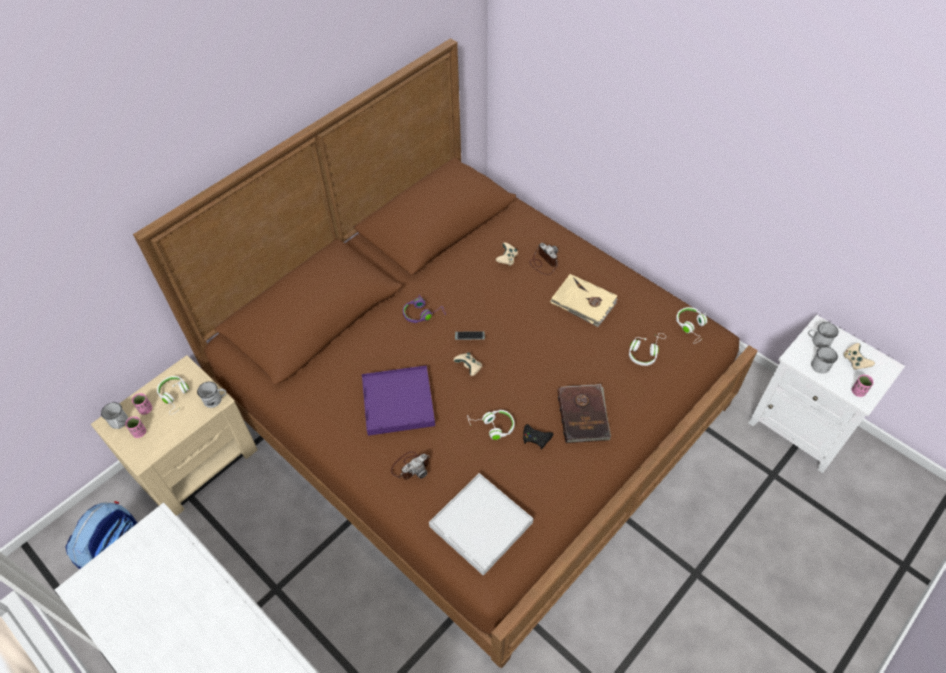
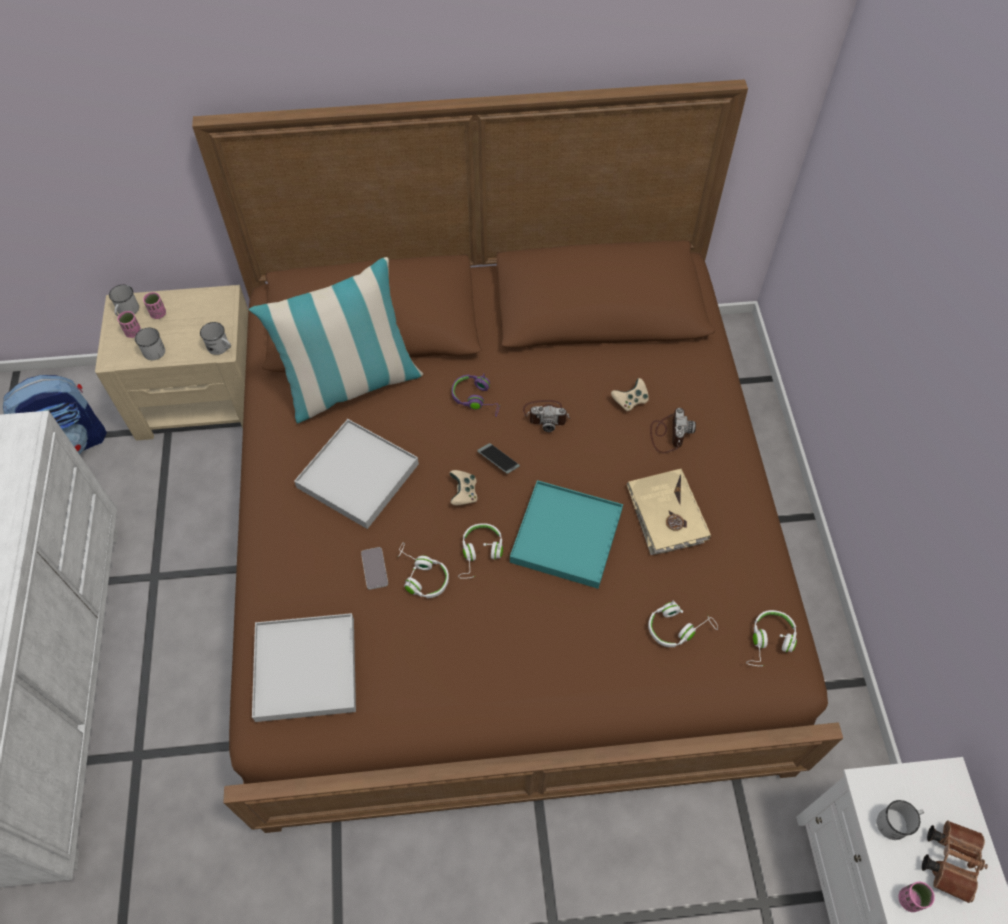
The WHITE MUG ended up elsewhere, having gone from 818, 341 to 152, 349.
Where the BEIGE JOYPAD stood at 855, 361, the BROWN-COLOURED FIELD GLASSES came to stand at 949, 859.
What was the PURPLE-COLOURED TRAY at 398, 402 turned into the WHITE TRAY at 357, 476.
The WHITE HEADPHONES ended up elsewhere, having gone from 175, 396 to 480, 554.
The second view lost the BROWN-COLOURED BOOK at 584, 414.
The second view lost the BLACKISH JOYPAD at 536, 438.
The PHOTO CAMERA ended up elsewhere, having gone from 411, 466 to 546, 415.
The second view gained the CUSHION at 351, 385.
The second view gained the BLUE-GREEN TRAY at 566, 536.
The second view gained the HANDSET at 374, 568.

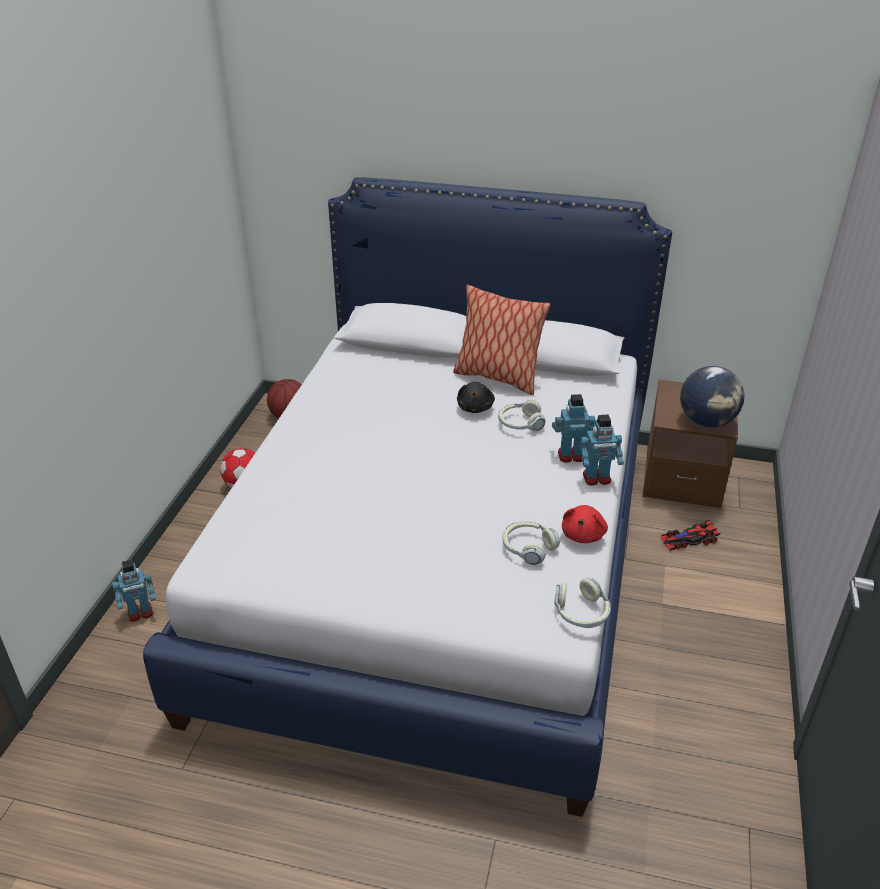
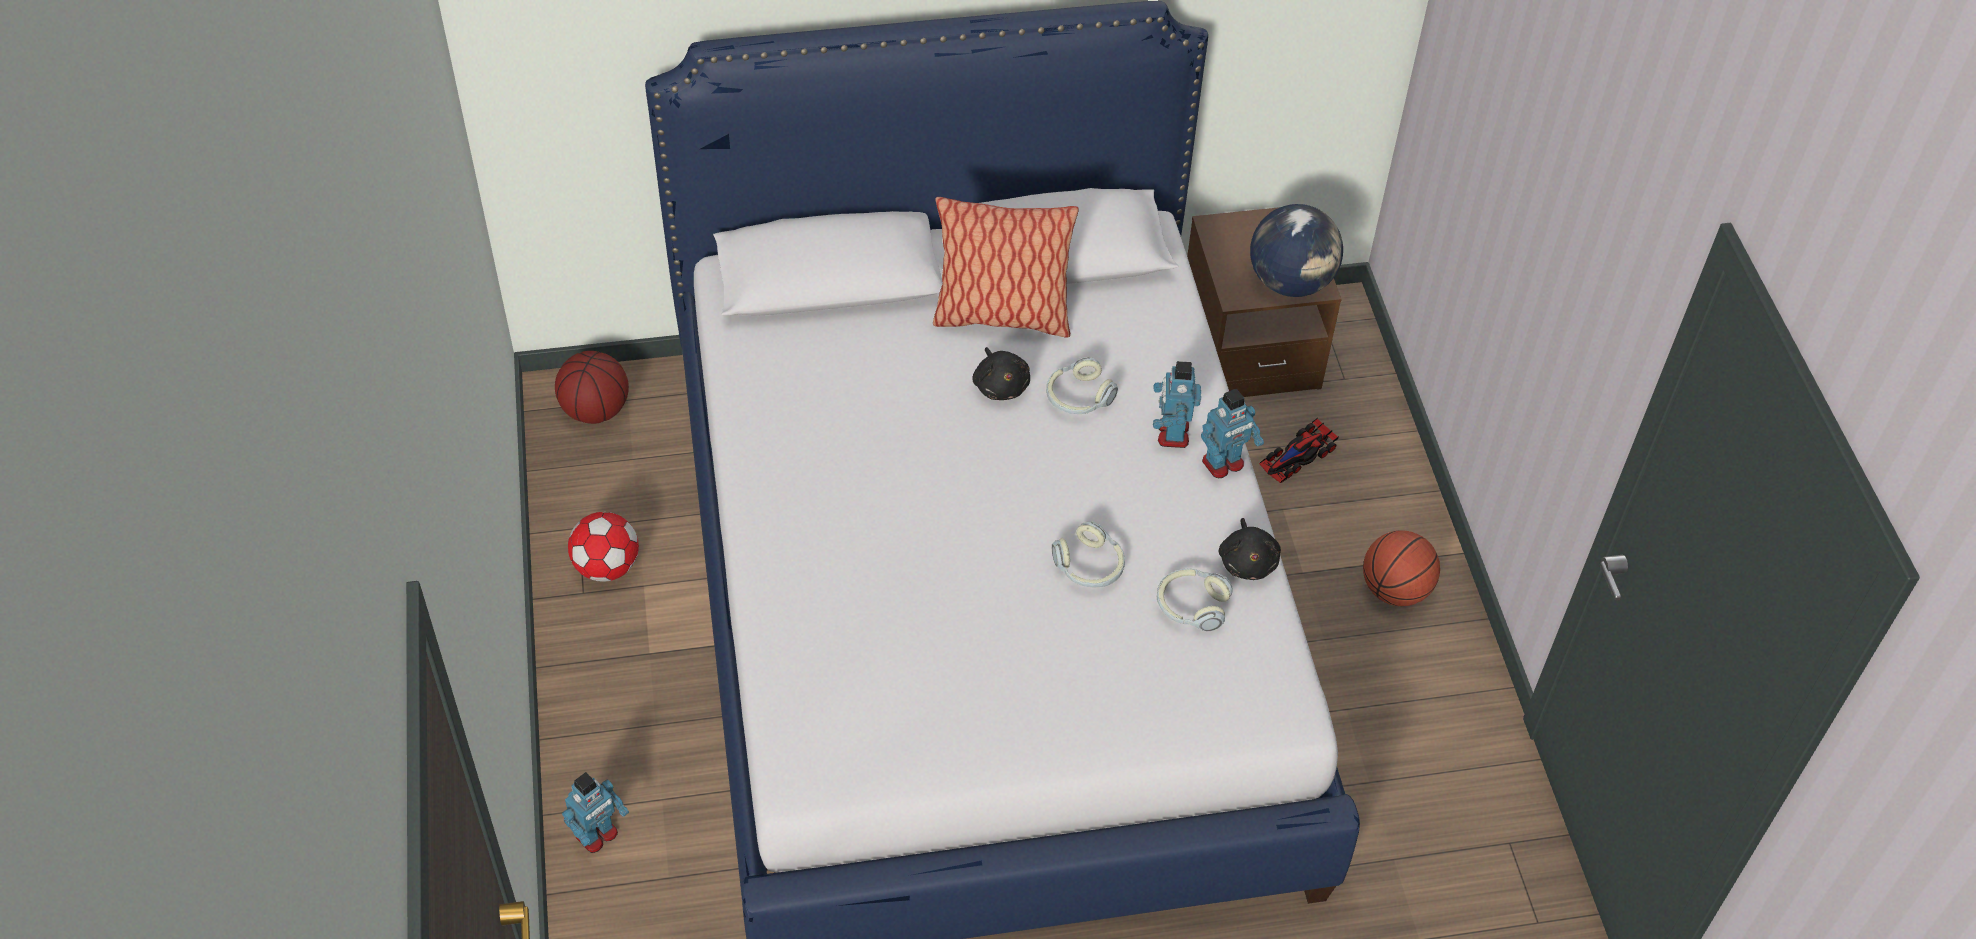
The ROBOT FIGURE at 570, 455 ended up facing another way, 60 degrees counterclockwise from before.
What was the RED-COLOURED CUDDLY TOY at 583, 534 turned into the BLACKISH CUDDLY TOY at 1248, 561.
The HEADPHONES ended up elsewhere, having gone from 581, 613 to 1089, 566.
The second view gained the BALL FOR BASKETBALL at 1394, 590.

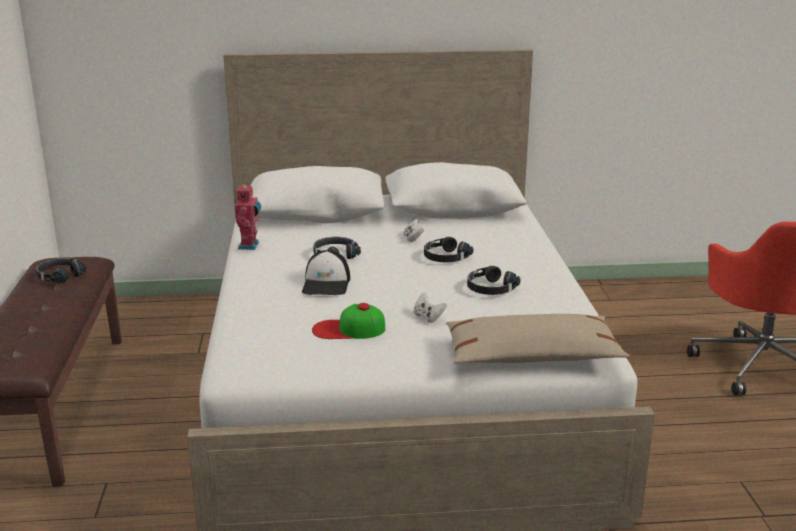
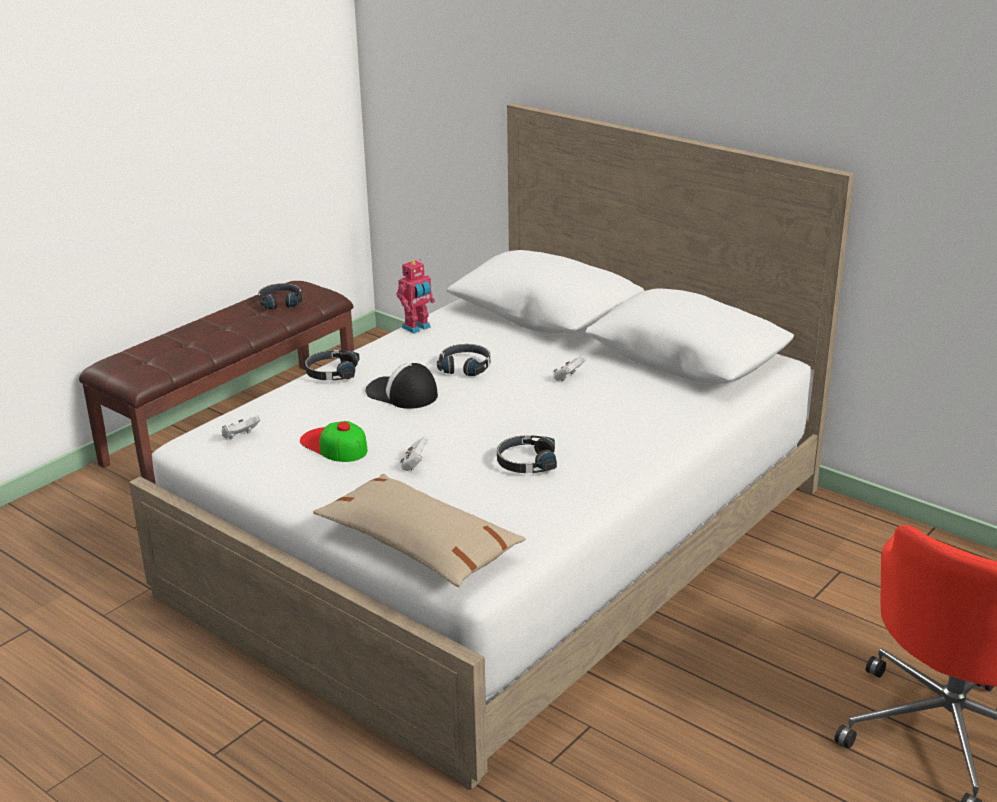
The BLACKISH HEADPHONES ended up elsewhere, having gone from 445, 257 to 332, 373.
The BASEBALL CAP at 327, 284 ended up facing another way, 75 degrees clockwise from before.
The second view gained the WHITE JOYPAD at 240, 436.

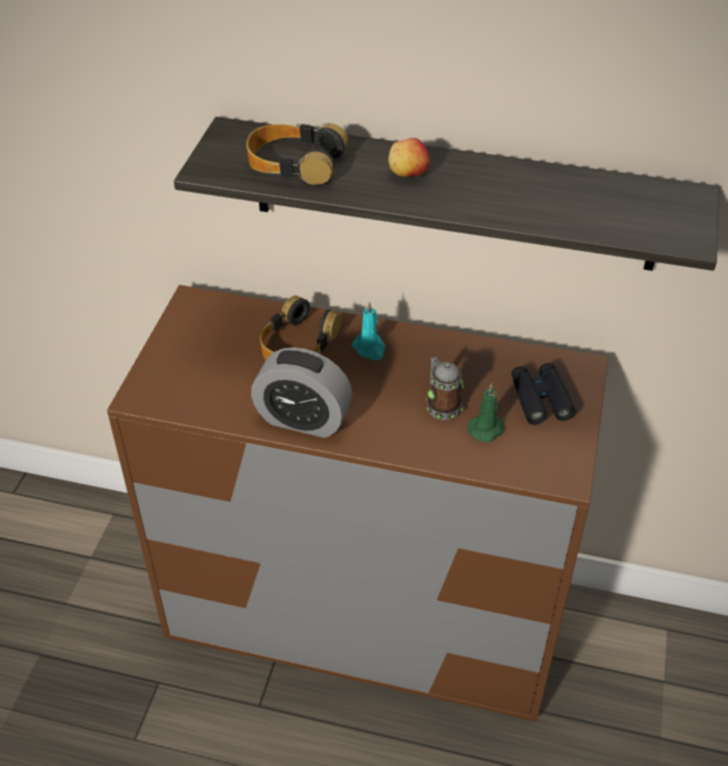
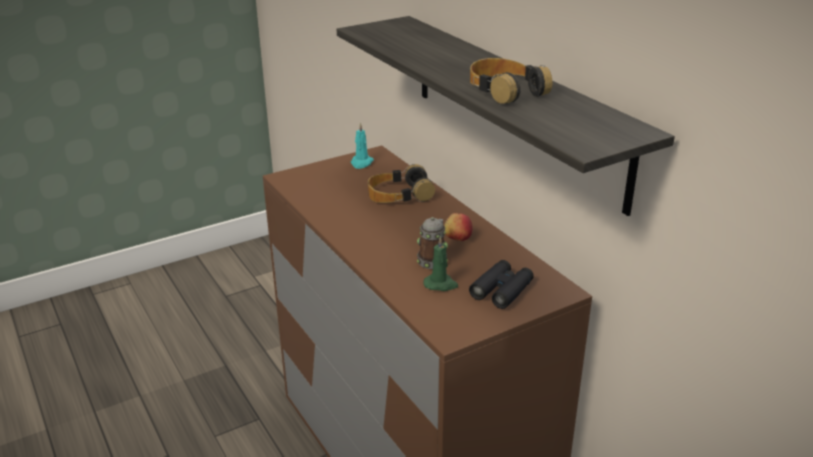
The HEADPHONES ended up elsewhere, having gone from 295, 163 to 505, 90.
The APPLE FRUIT ended up elsewhere, having gone from 408, 173 to 457, 238.
The BLUE-GREEN WAX LIGHT ended up elsewhere, having gone from 370, 348 to 361, 163.
The second view lost the TABLE CLOCK at 303, 419.

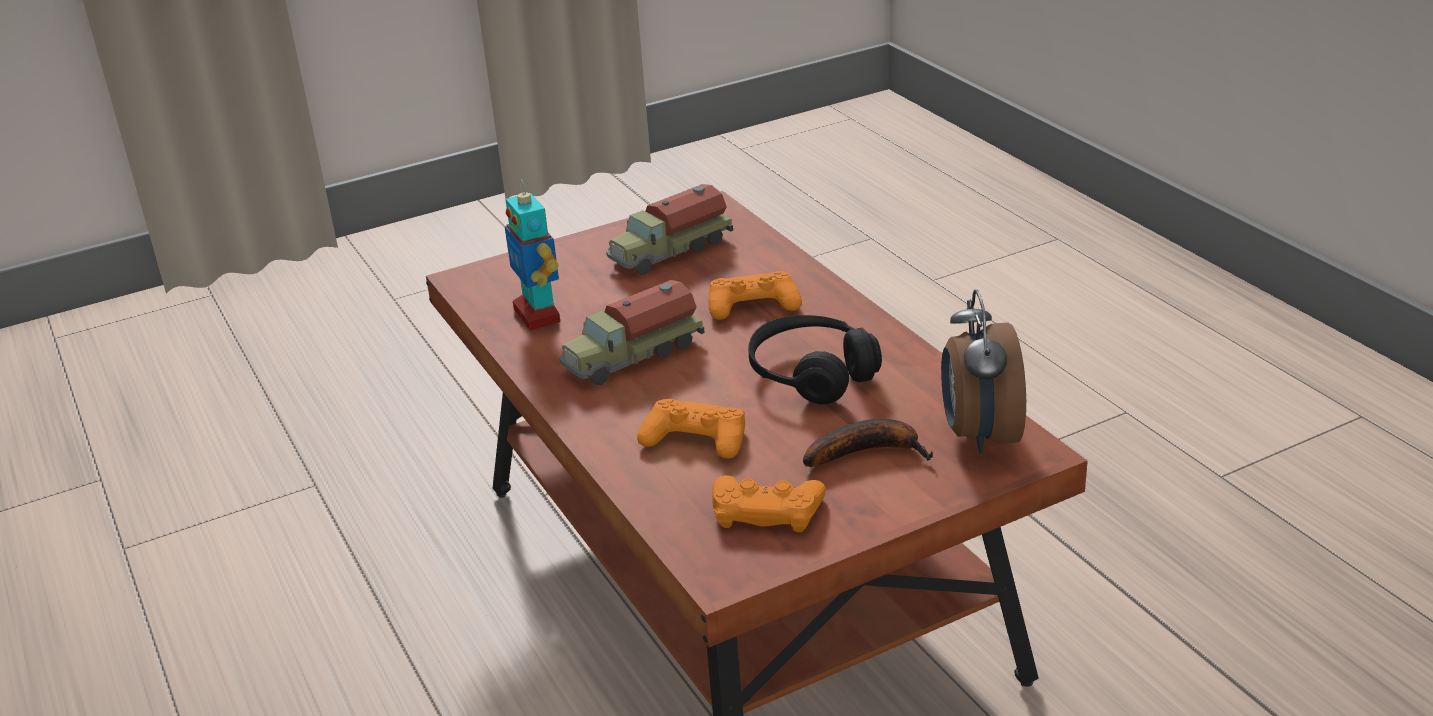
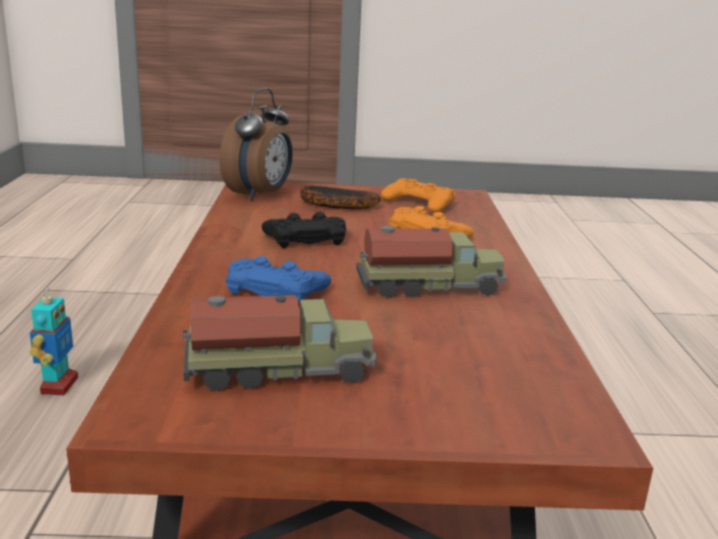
The ROBOT FIGURE ended up elsewhere, having gone from 538, 315 to 58, 385.
What was the ORANGE-COLOURED JOYPAD at 753, 304 turned into the BLUE JOYPAD at 276, 289.
Where the BLACKISH HEADPHONES stood at 812, 375, the BLACKISH JOYPAD came to stand at 306, 238.

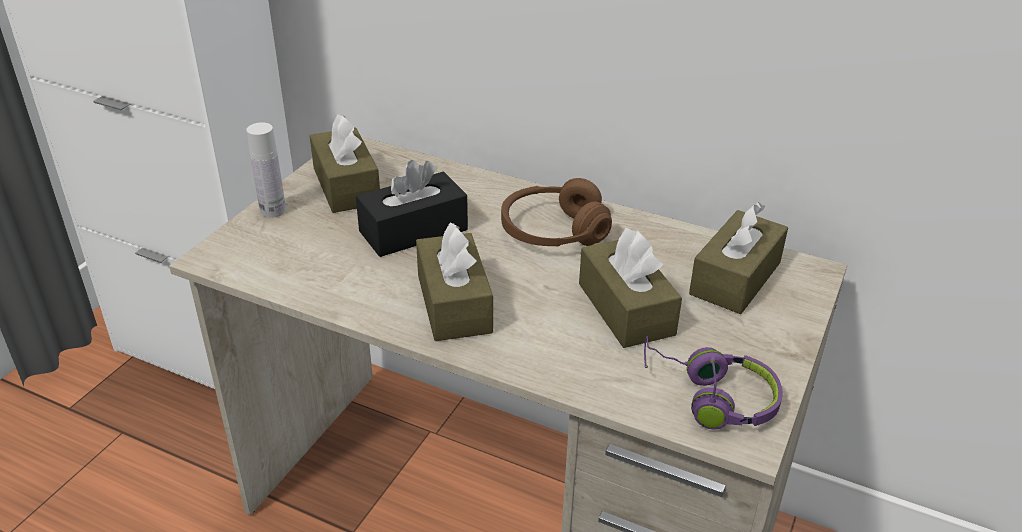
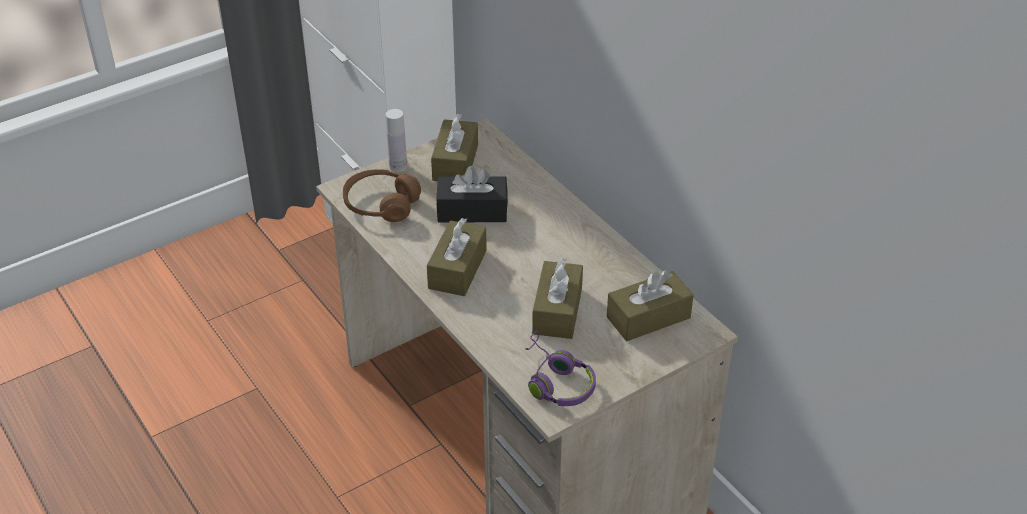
The BROWN-COLOURED HEADPHONES ended up elsewhere, having gone from 553, 232 to 381, 205.

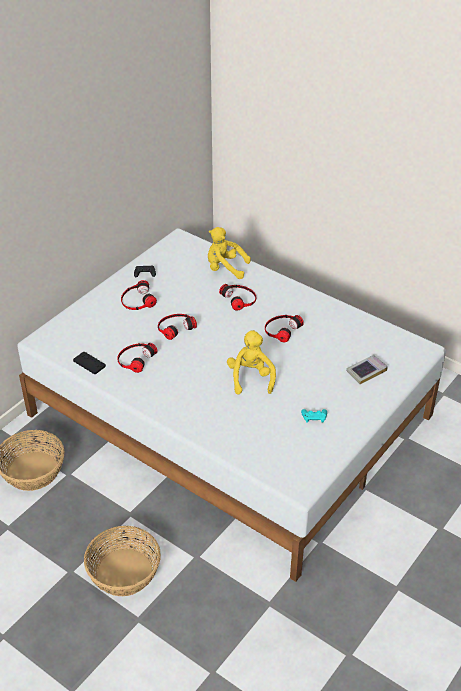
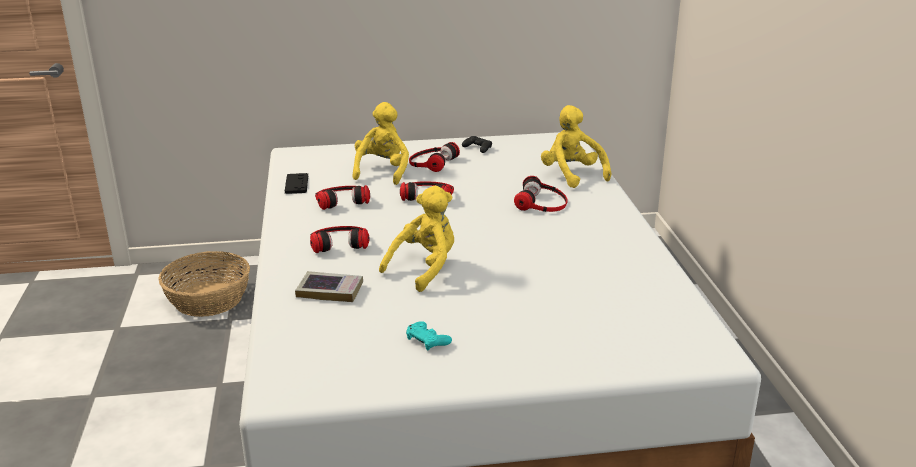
The HEADPHONES ended up elsewhere, having gone from 281, 329 to 339, 242.
The BOOK ended up elsewhere, having gone from 366, 371 to 330, 291.
The second view lost the HOUSEHOLD BASKET at 124, 572.
The second view gained the YELLOW-COLOURED CUDDLY TOY at 382, 171.

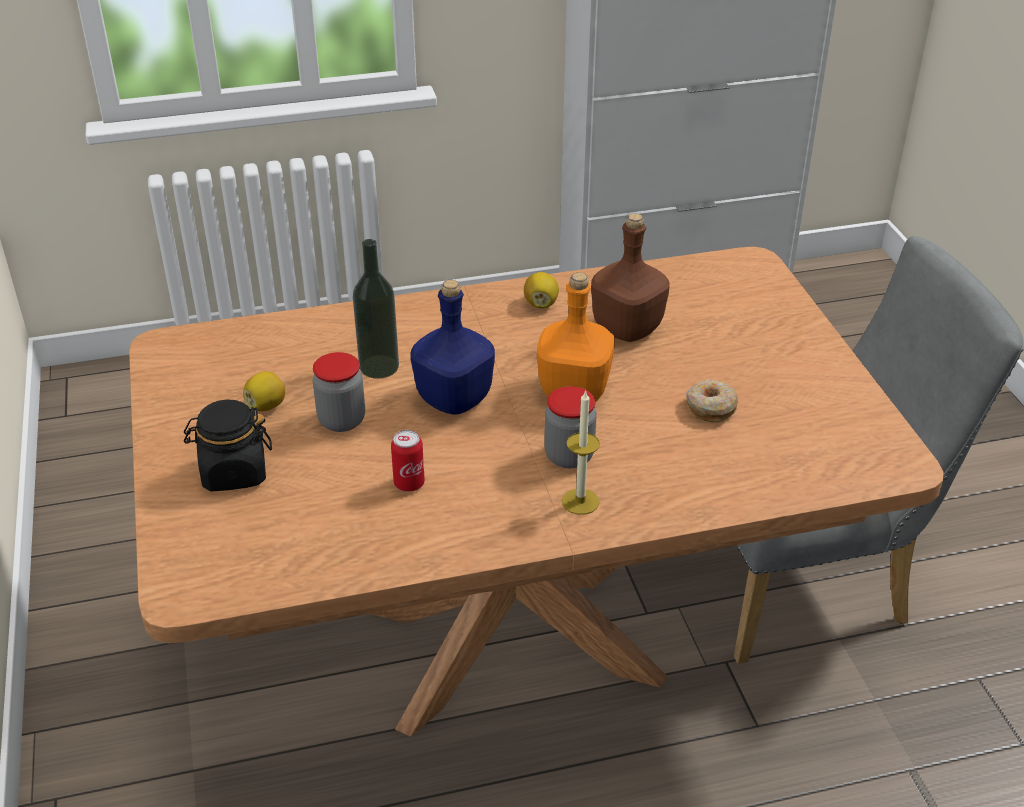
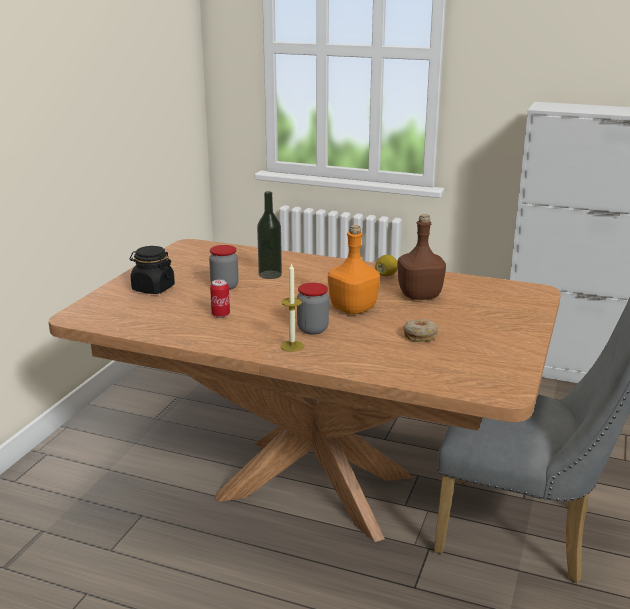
The second view lost the BLUE BOTTLE at 453, 400.
The second view lost the CITRUS FRUIT at 266, 405.

